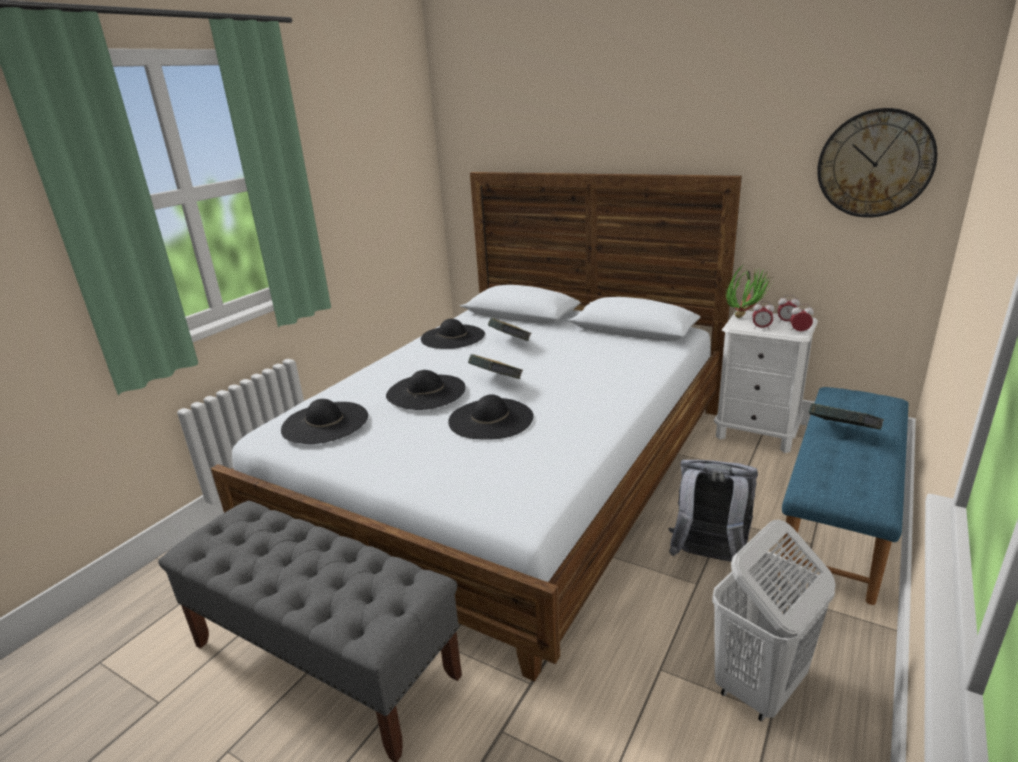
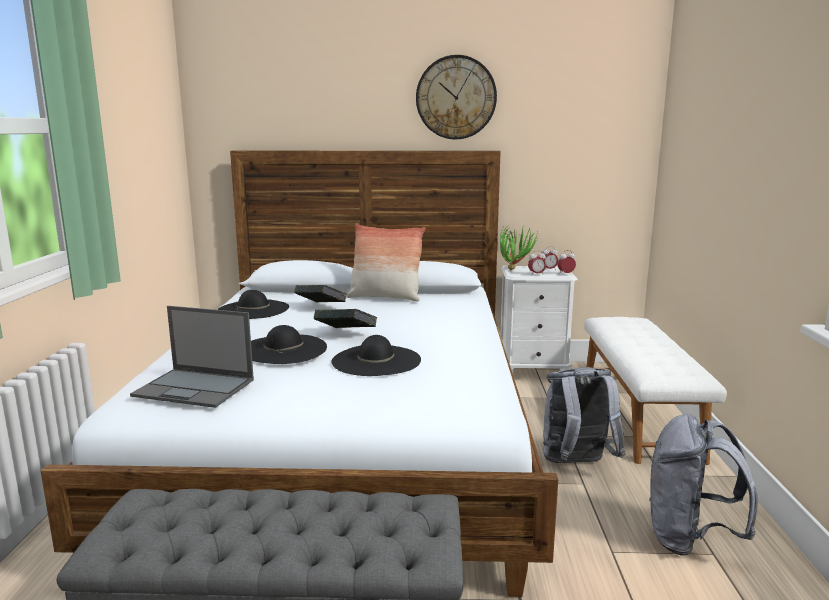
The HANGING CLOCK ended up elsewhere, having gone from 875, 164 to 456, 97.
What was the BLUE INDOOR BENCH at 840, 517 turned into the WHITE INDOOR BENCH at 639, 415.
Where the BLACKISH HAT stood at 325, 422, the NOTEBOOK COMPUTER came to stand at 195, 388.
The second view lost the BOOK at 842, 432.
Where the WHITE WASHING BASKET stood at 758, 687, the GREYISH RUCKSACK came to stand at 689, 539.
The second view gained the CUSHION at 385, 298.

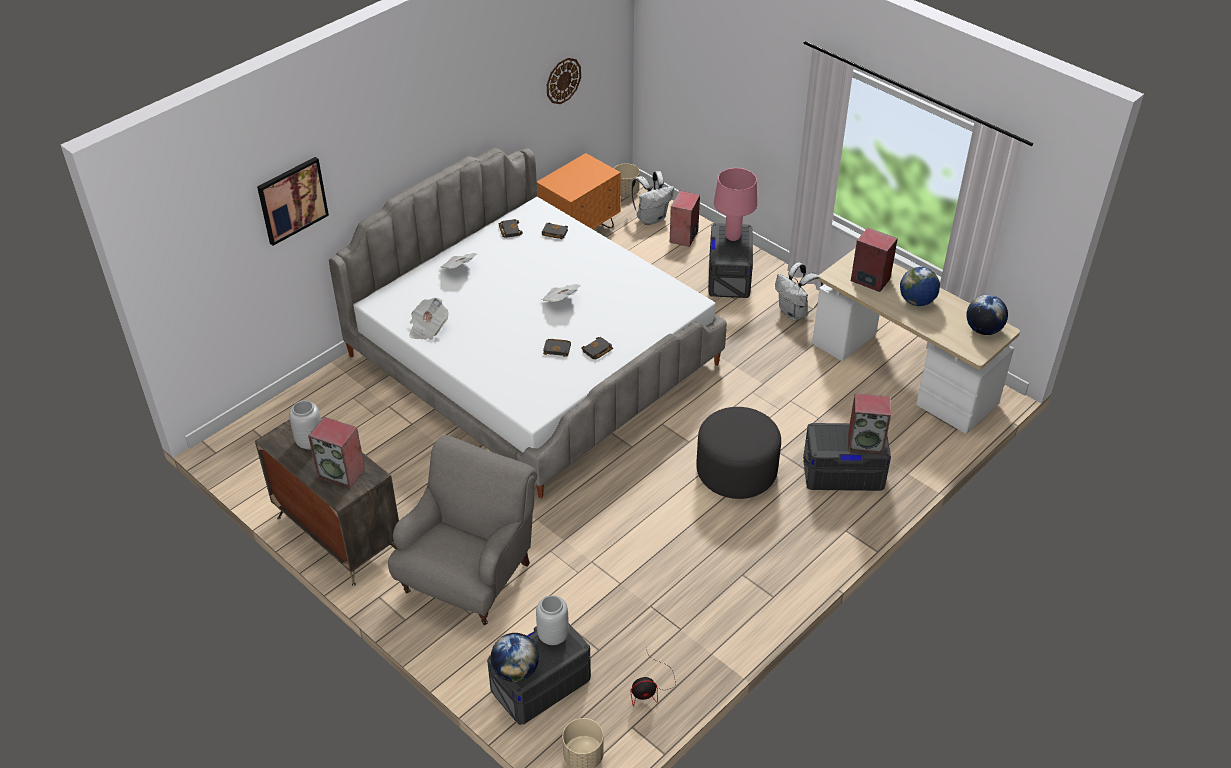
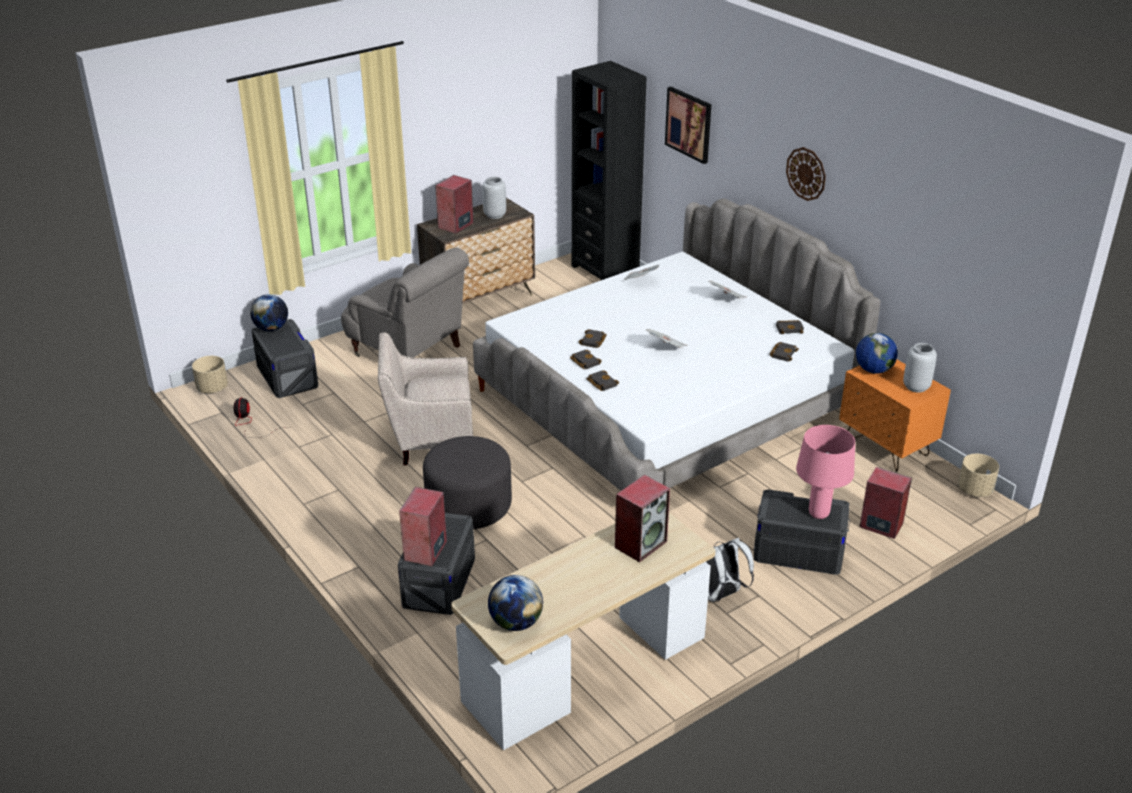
The HANGING CLOCK ended up elsewhere, having gone from 563, 80 to 806, 173.
The second view lost the WHITE RUCKSACK at 651, 218.
The GLOBE ended up elsewhere, having gone from 916, 301 to 873, 370.
The GREYISH DECORATIVE VASE ended up elsewhere, having gone from 553, 635 to 916, 387.
The second view gained the BLACKISH BOOKCASE at 605, 270.
The second view gained the BEIGE LOUNGE CHAIR at 429, 439.
The second view gained the BLACKISH BOOK at 601, 383.

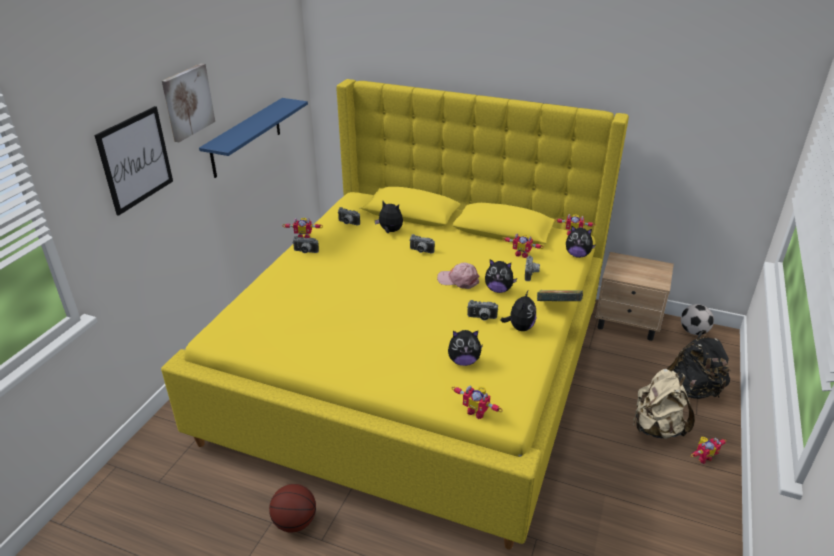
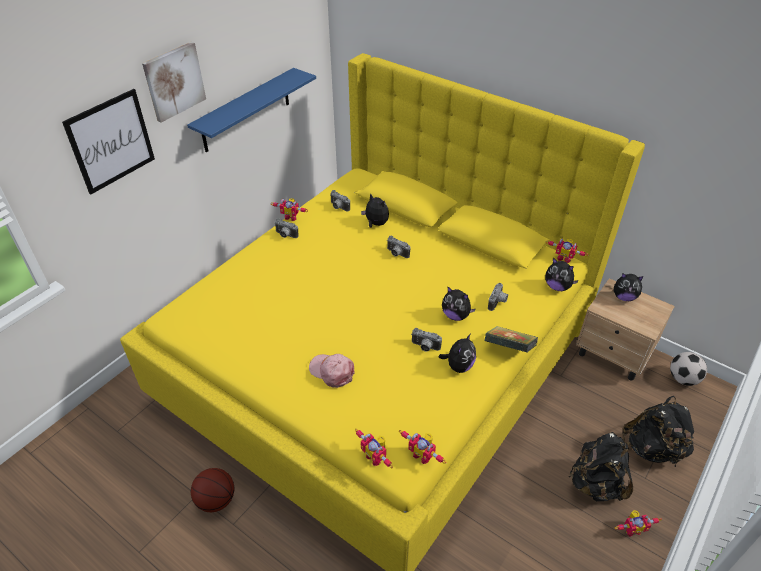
The ROBOT FIGURE ended up elsewhere, having gone from 522, 254 to 423, 455.
The PINK BASEBALL CAP ended up elsewhere, having gone from 458, 280 to 332, 371.
The CUDDLY TOY ended up elsewhere, having gone from 463, 361 to 624, 297.
What was the BEIGE RUCKSACK at 656, 428 turned into the BLACKISH RUCKSACK at 596, 484.

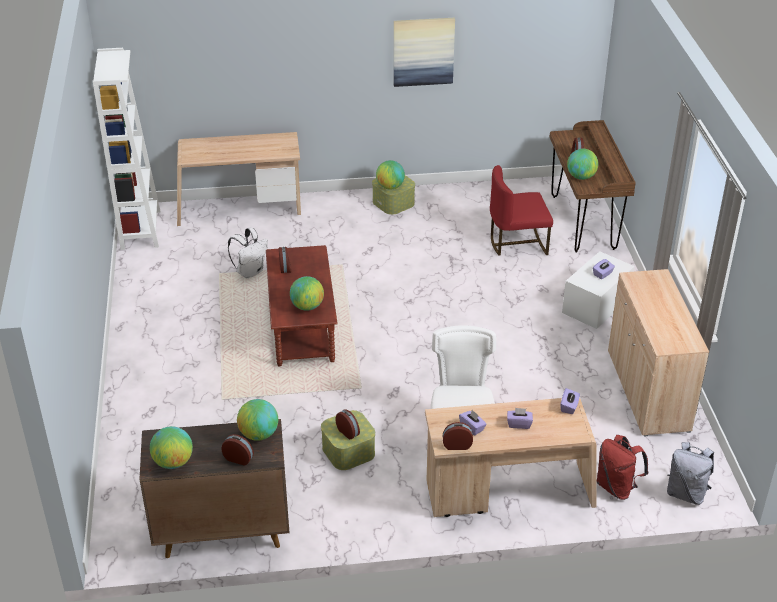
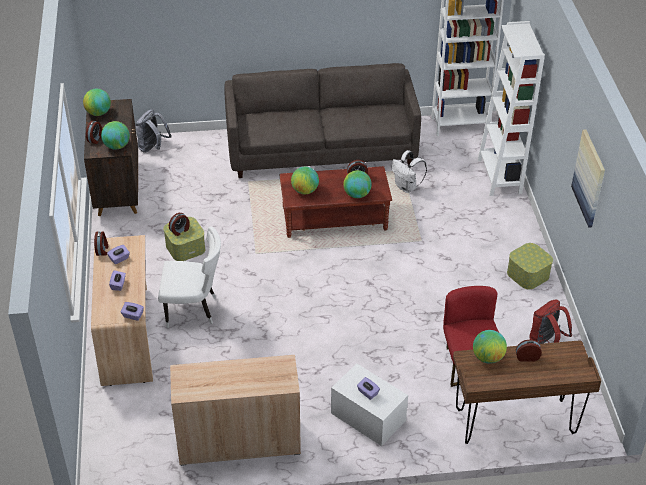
Where the BEIGE DESK TABLE stood at 239, 209, the WHITE BOOKCASE came to stand at 499, 176.
The GLOBE ended up elsewhere, having gone from 390, 187 to 357, 194.
The RED-COLOURED RUCKSACK ended up elsewhere, having gone from 617, 487 to 546, 341.
The GREYISH RUCKSACK ended up elsewhere, having gone from 686, 493 to 153, 147.
The second view gained the GREYISH COUCH at 321, 149.

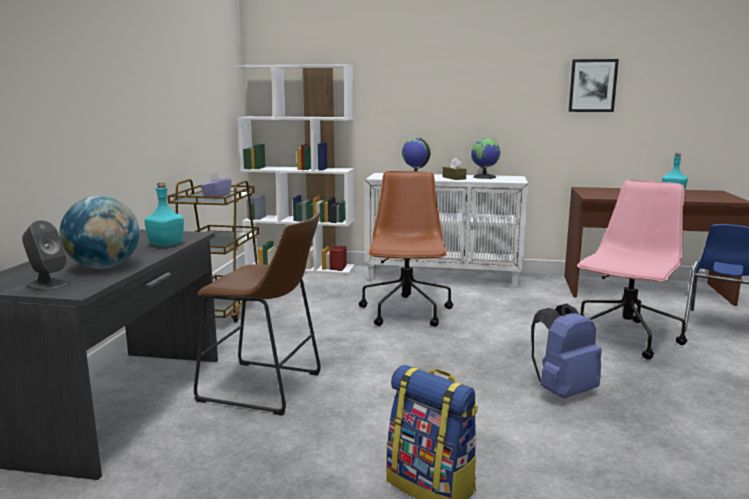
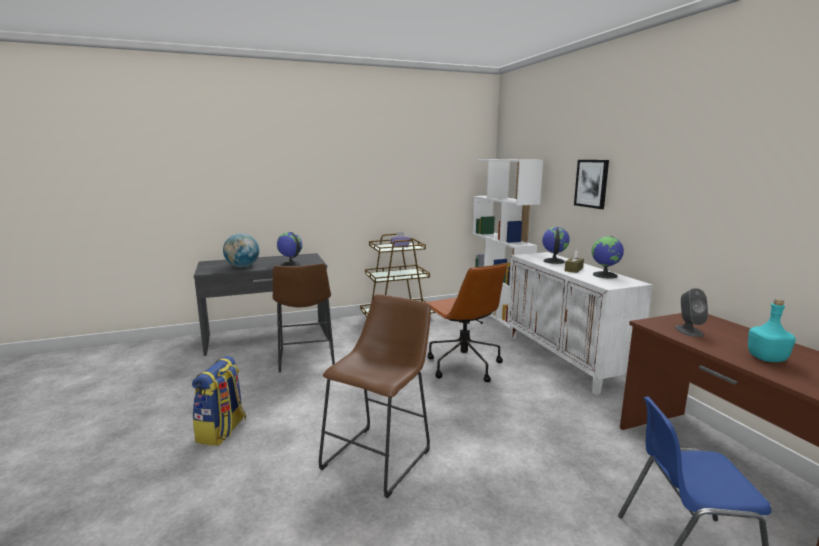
The WALL ART ended up elsewhere, having gone from 592, 85 to 591, 183.
The BROWN-COLOURED OFFICE CHAIR at 406, 313 ended up facing another way, 90 degrees clockwise from before.
The second view lost the PINK OFFICE CHAIR at 625, 338.
Where the BLUE-GREEN BOTTLE stood at 165, 245, the GLOBE came to stand at 290, 265.
The GREYISH LOUDSPEAKER ended up elsewhere, having gone from 47, 285 to 688, 331.
Where the BLUE RUCKSACK stood at 562, 391, the BROWN-COLOURED SITTING STOOL came to stand at 380, 456.

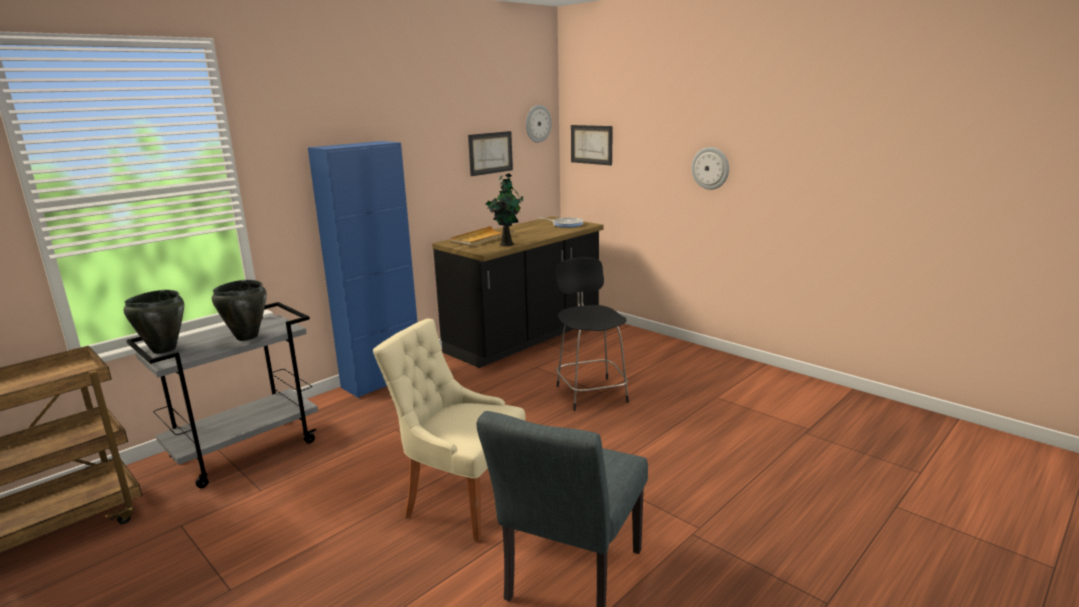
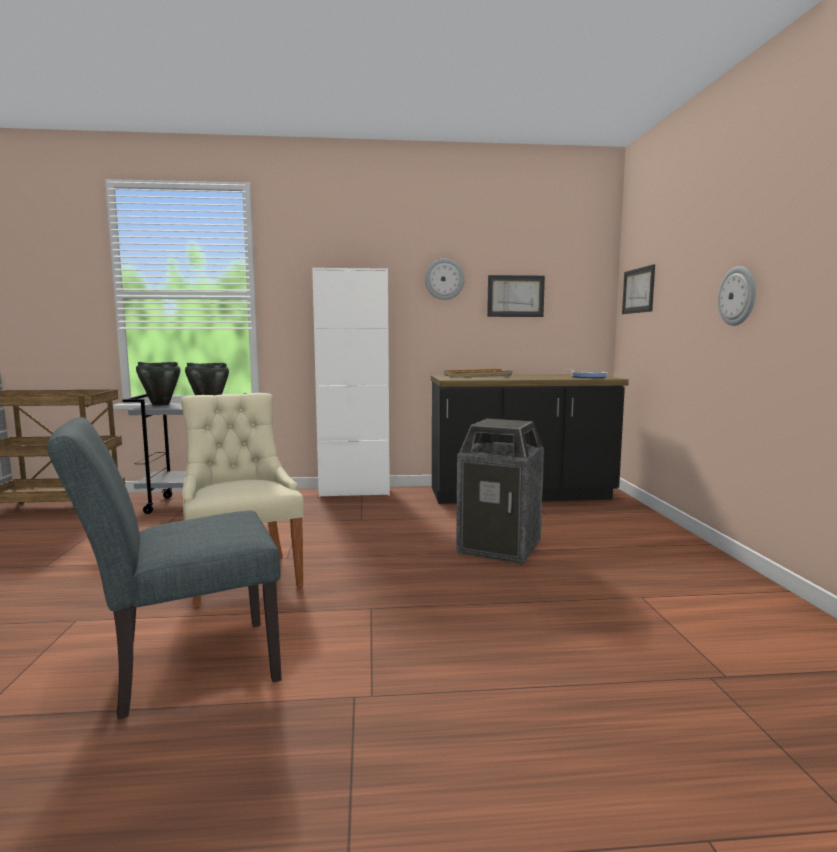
The HANGING CLOCK ended up elsewhere, having gone from 537, 123 to 444, 279.
What was the BLUE CUPBOARD at 382, 380 turned into the WHITE CUPBOARD at 354, 492.
The second view lost the POTTED PLANT at 506, 244.
Where the BLACKISH SITTING STOOL stood at 590, 392, the RUBBISH BIN came to stand at 500, 547.

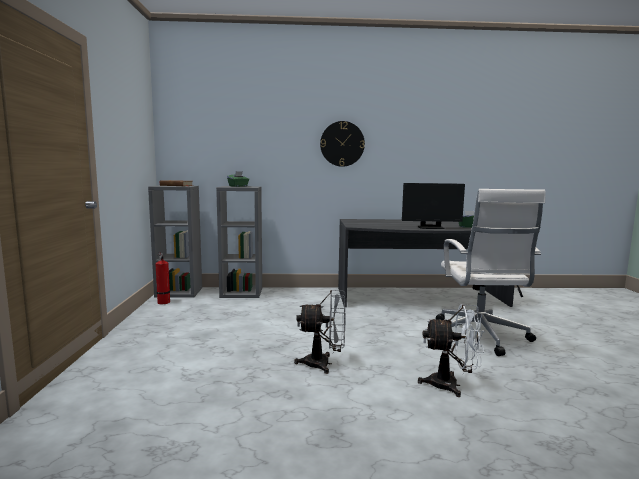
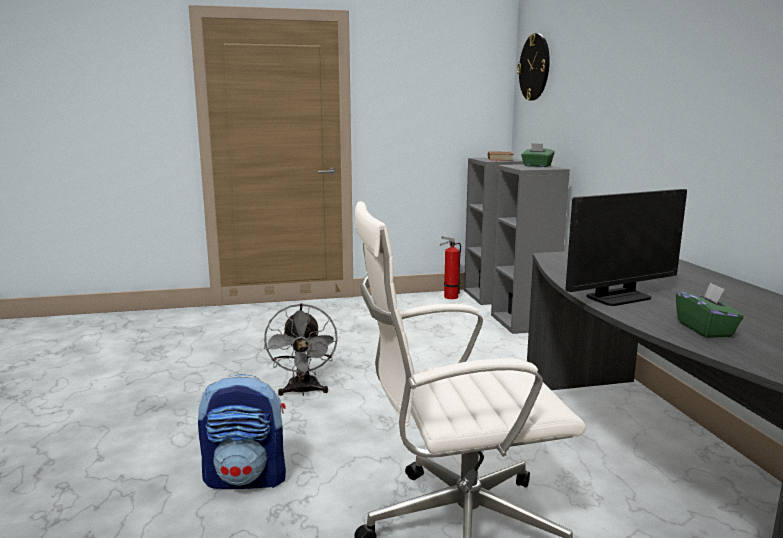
The HANGING CLOCK ended up elsewhere, having gone from 342, 144 to 534, 67.
The COMPUTER DISPLAY at 431, 227 ended up facing another way, 105 degrees counterclockwise from before.
Where the WHITE COOLING FAN stood at 451, 385, the RUCKSACK came to stand at 247, 478.

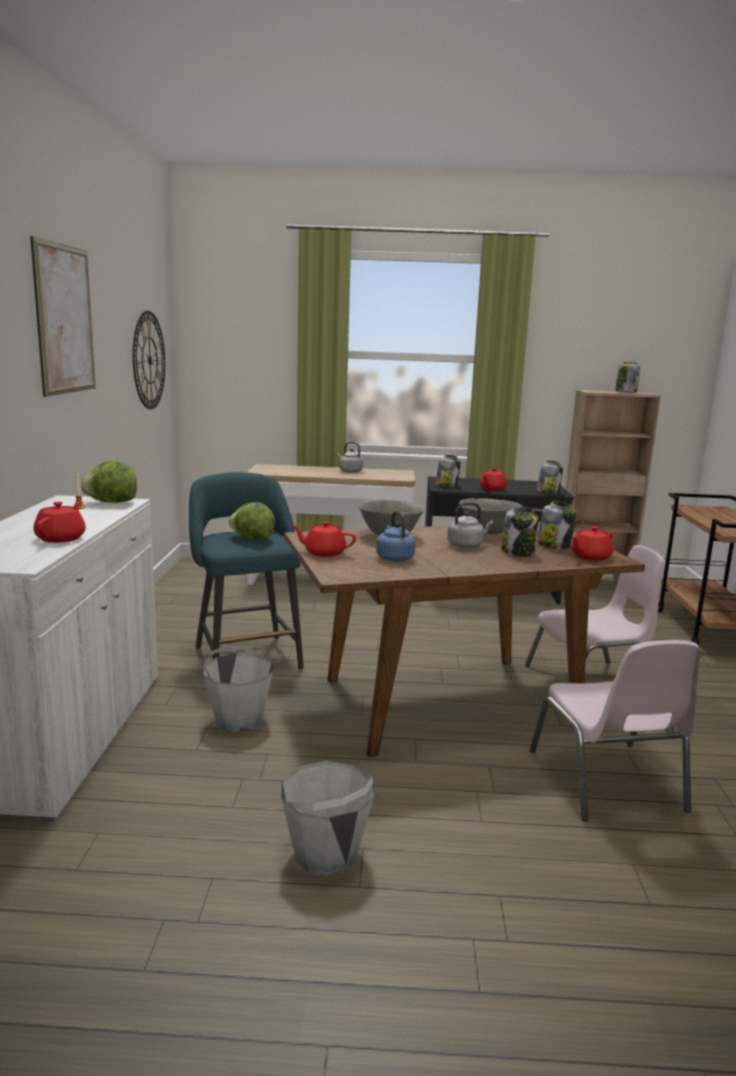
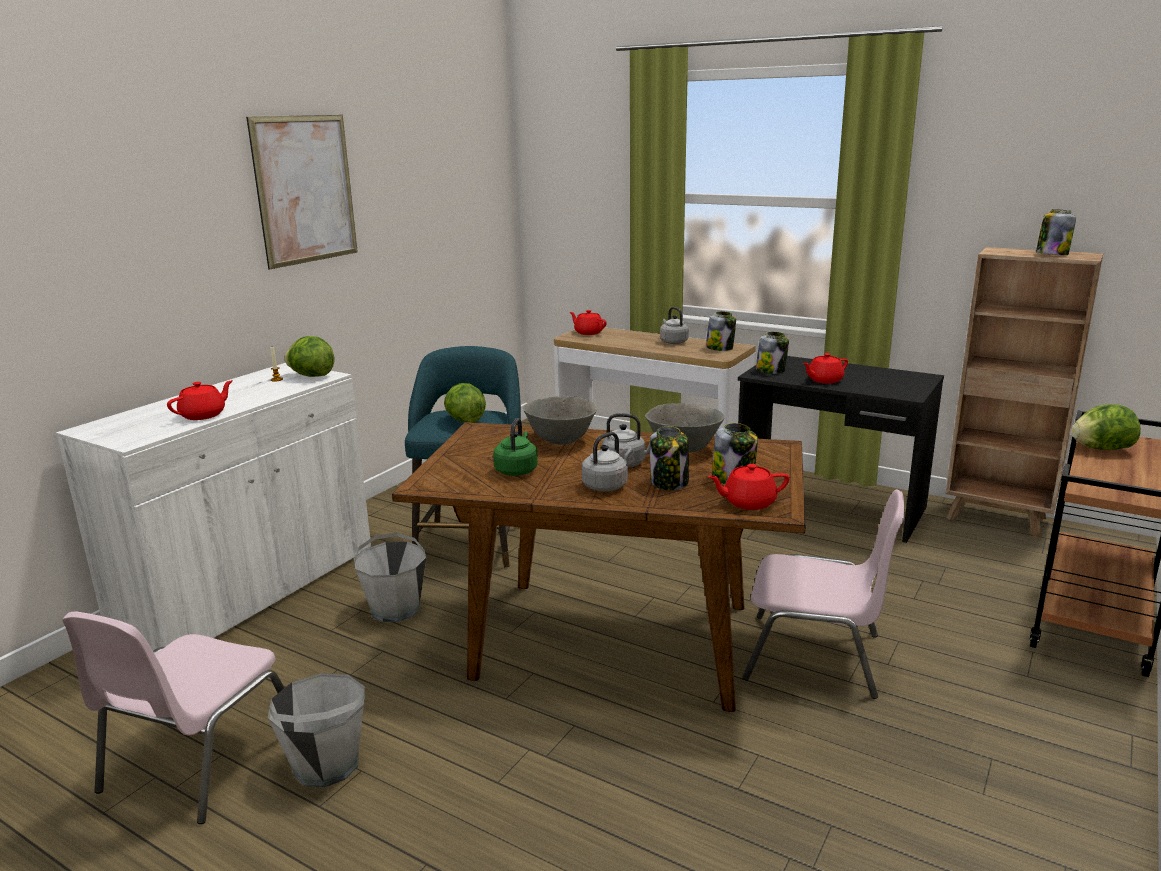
The second view lost the HANGING CLOCK at 149, 360.
The PRESERVE JAR ended up elsewhere, having gone from 548, 492 to 720, 348.
What was the BLUE KETTLE at 394, 558 turned into the GREEN KETTLE at 517, 470.
The RED-COLOURED TEAPOT ended up elsewhere, having gone from 324, 553 to 588, 332.
The PINK UPRIGHT CHAIR ended up elsewhere, having gone from 607, 782 to 198, 760.
The second view gained the HEAD OF LETTUCE at 1101, 449.
The second view gained the GREYISH KETTLE at 607, 485.

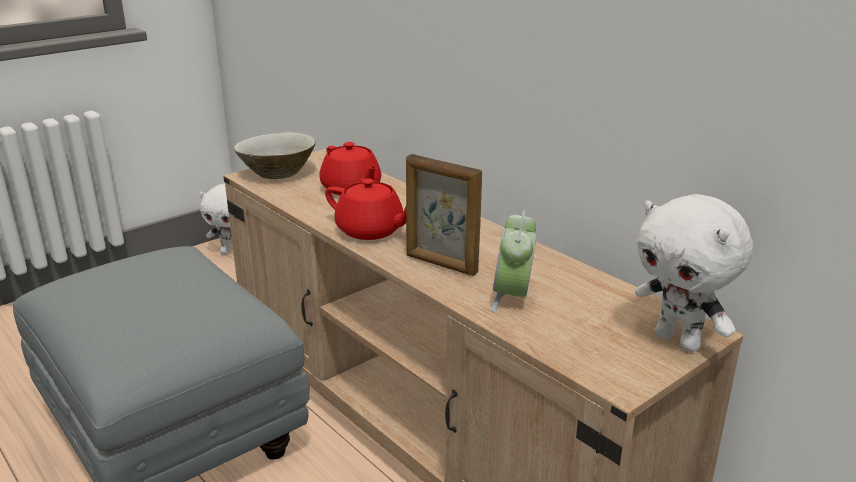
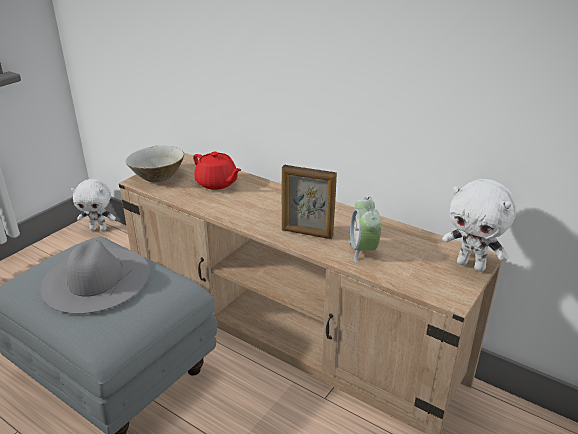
The second view lost the RED-COLOURED TEAPOT at 371, 230.
The second view gained the GREYISH HAT at 96, 279.

